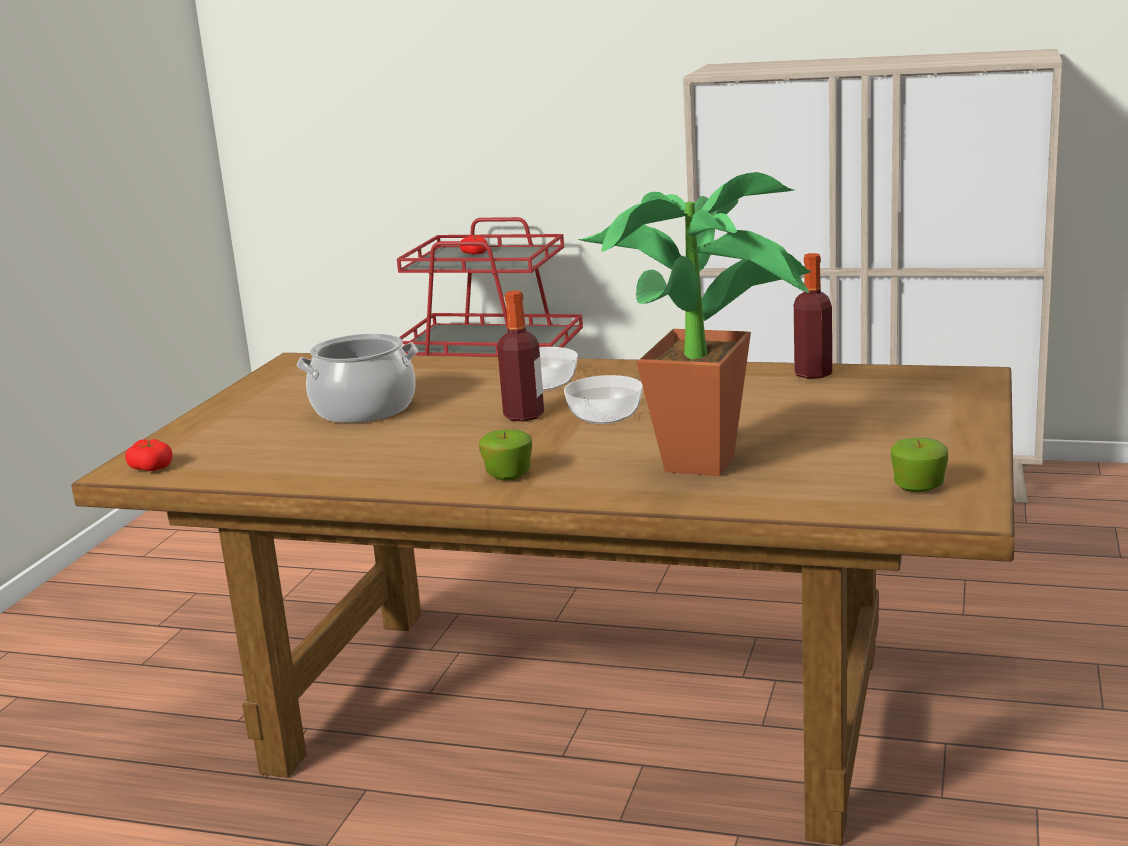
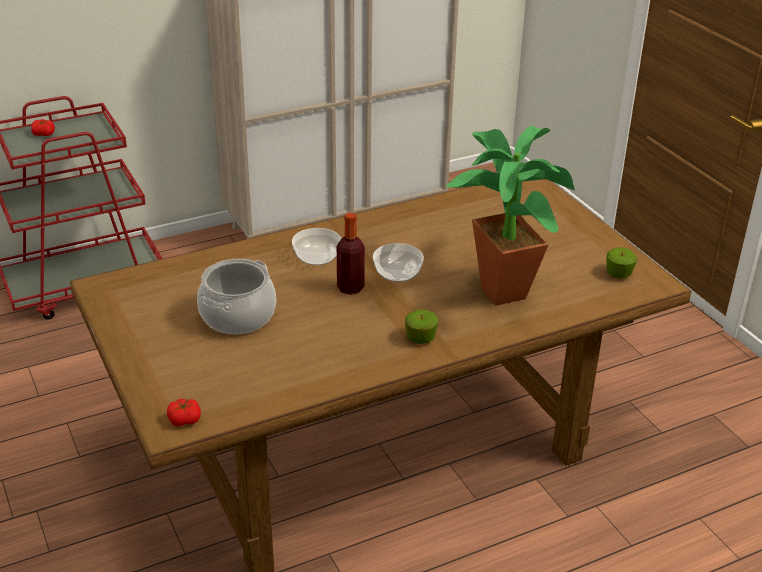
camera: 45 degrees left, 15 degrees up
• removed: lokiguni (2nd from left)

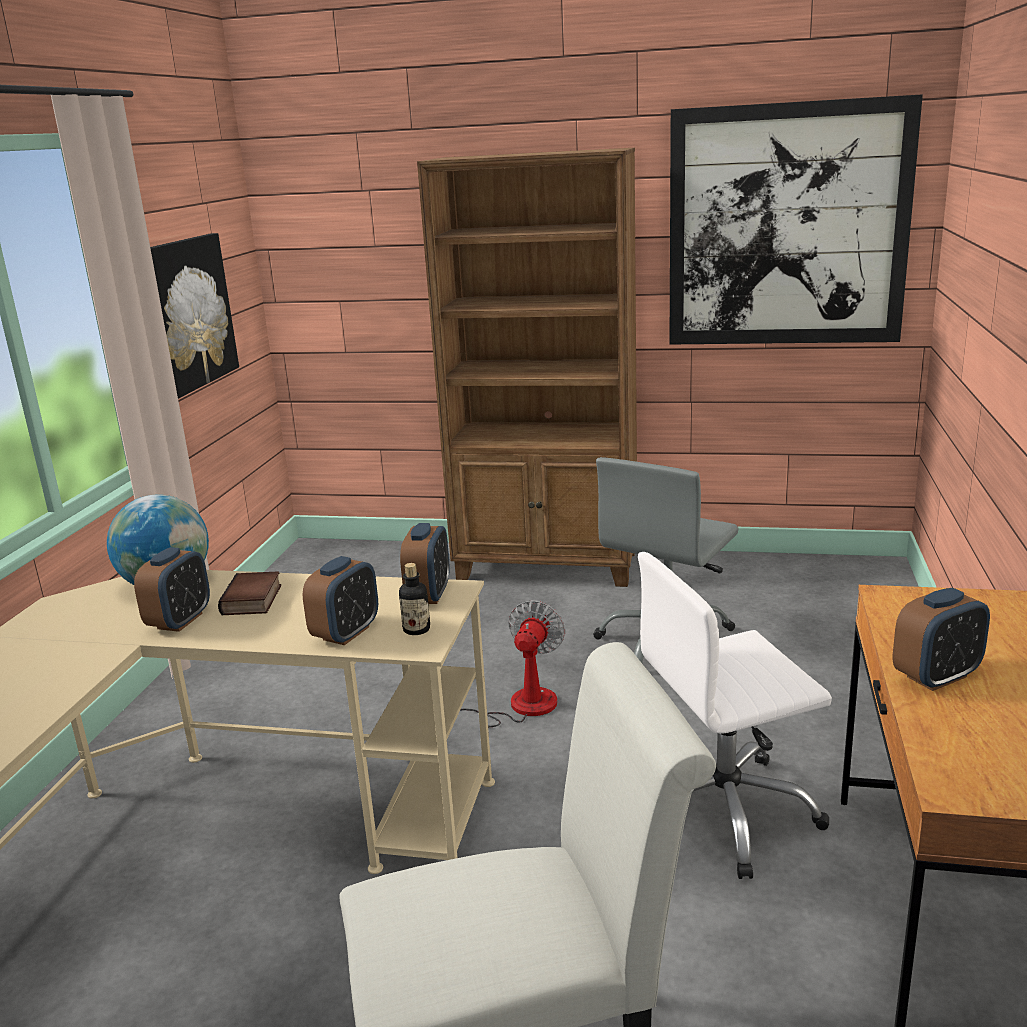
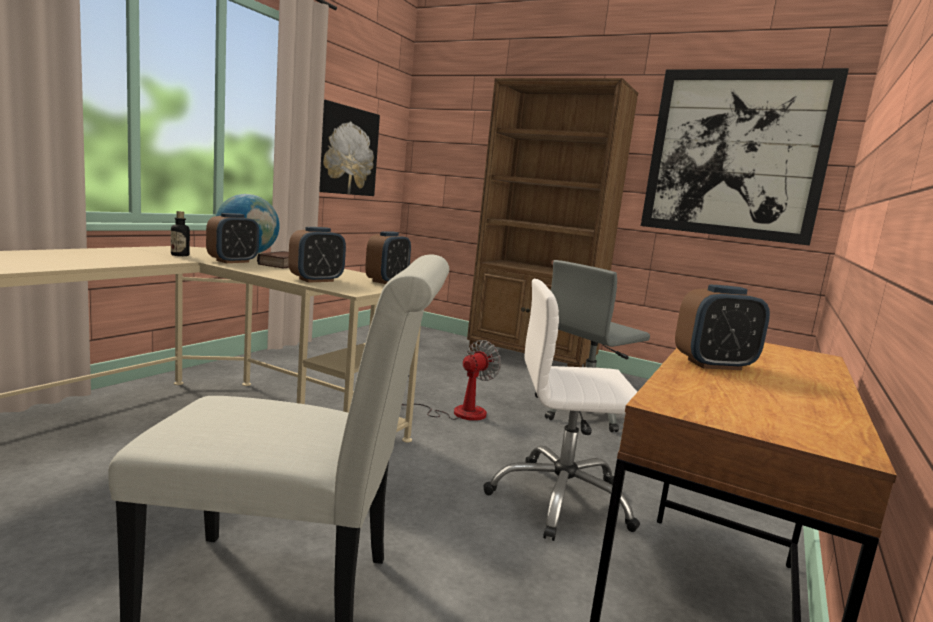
camera: 15 degrees right, 10 degrees down
• moved: lokiguni

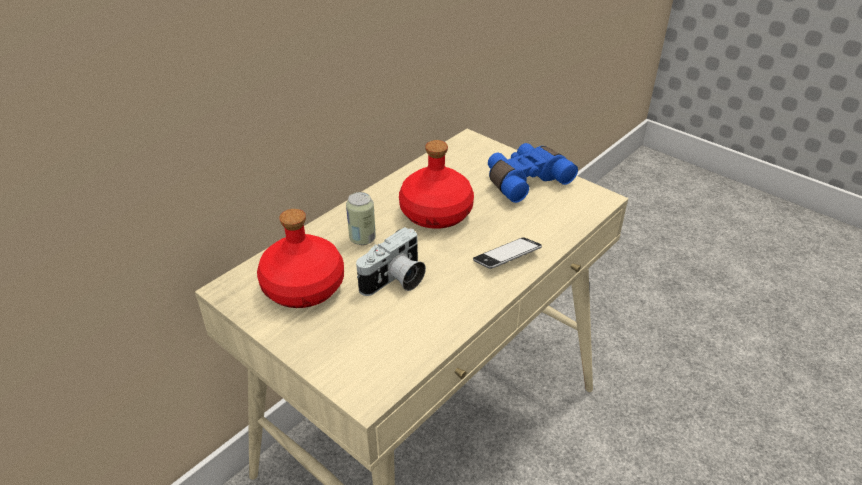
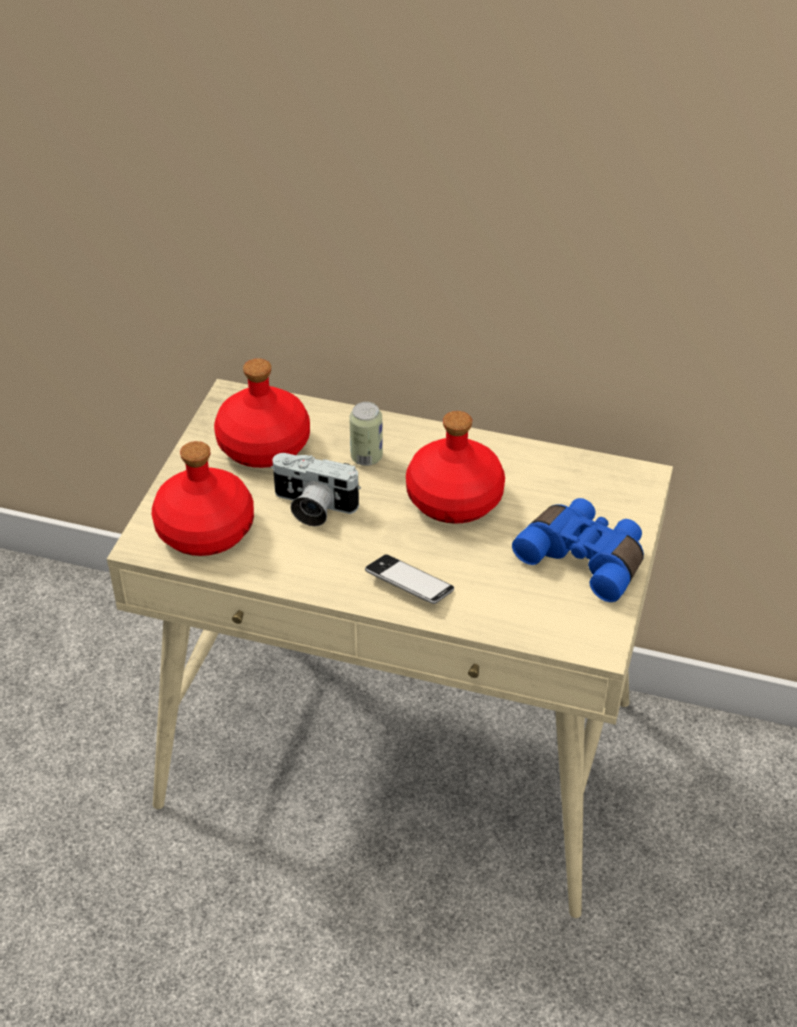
camera: 65 degrees right, 5 degrees up
• added: red_lokiguni (1st from left)

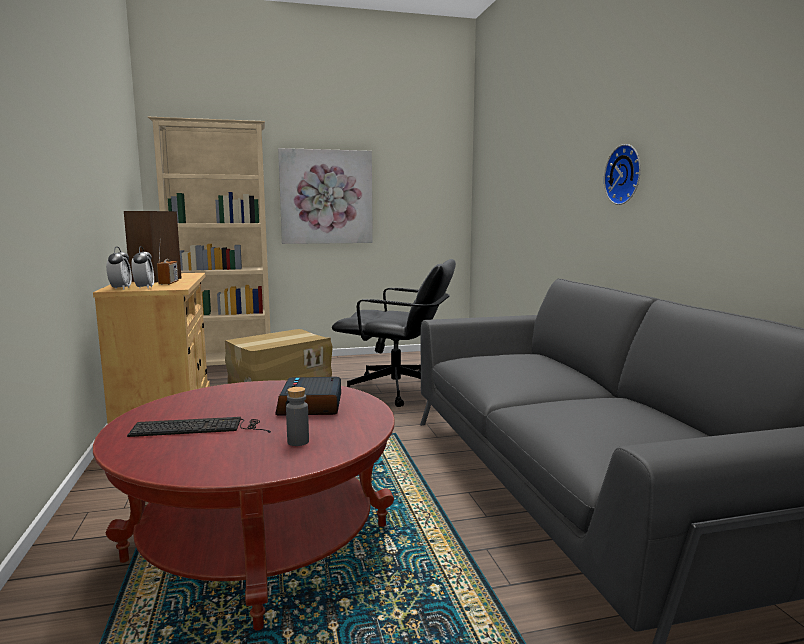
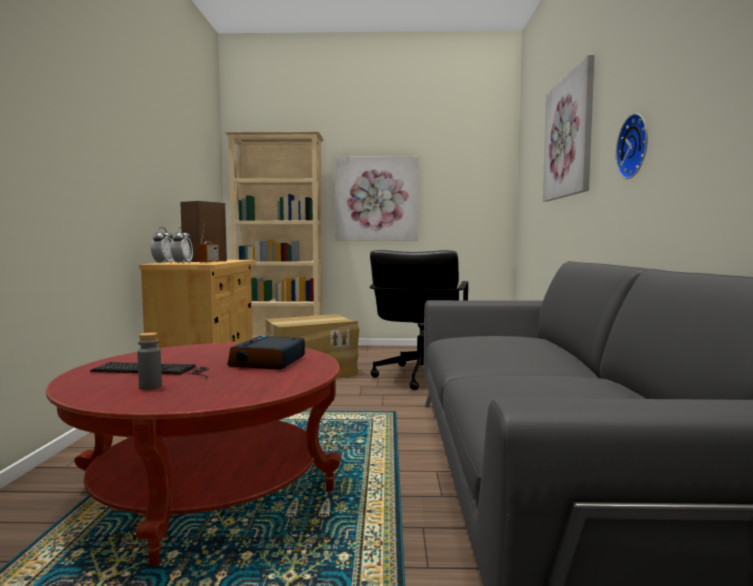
camera: 15 degrees right, 5 degrees down
• moved: grey_lokiguni
• turned: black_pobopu 75 degrees clockwise
• added: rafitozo (2nd from left)

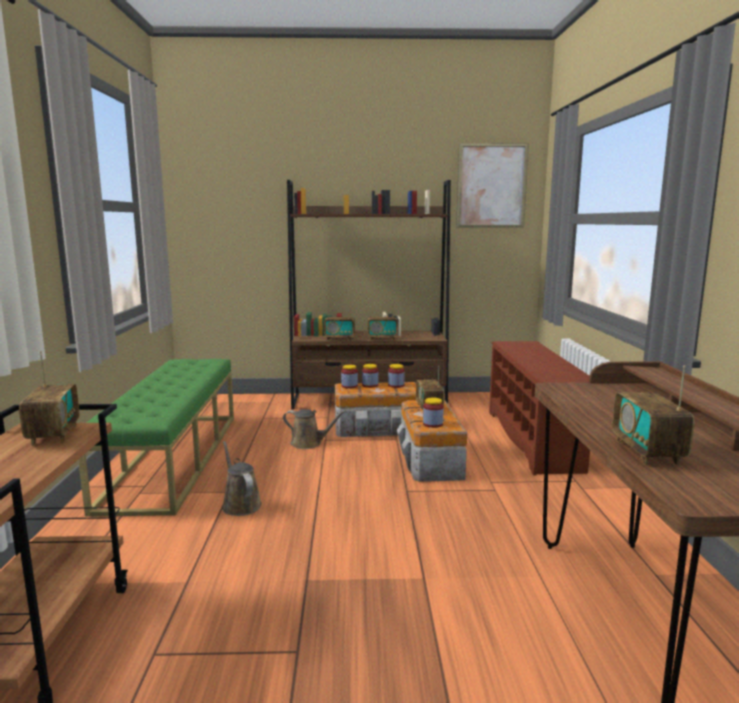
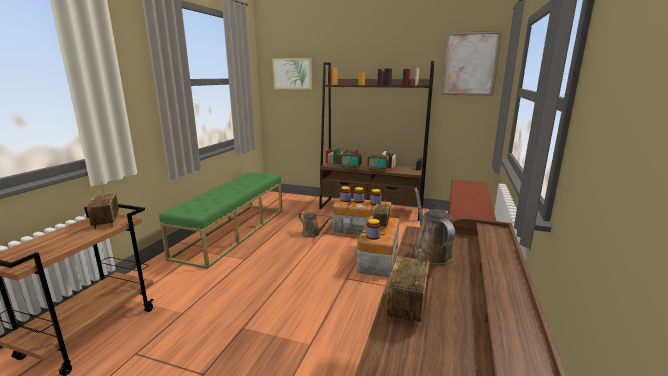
camera: 20 degrees right, 5 degrees up
• turned: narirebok (1st from left) 150 degrees clockwise
• moved: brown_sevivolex (1st from left in the first image) to brown_sevivolex (2nd from left)
• added: rafitozo (1st from left)

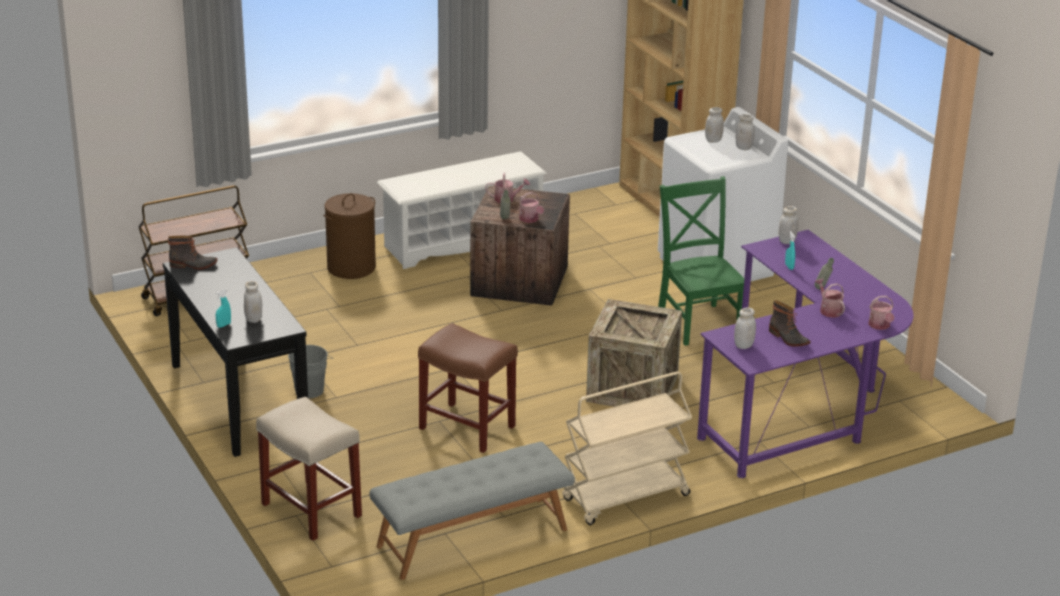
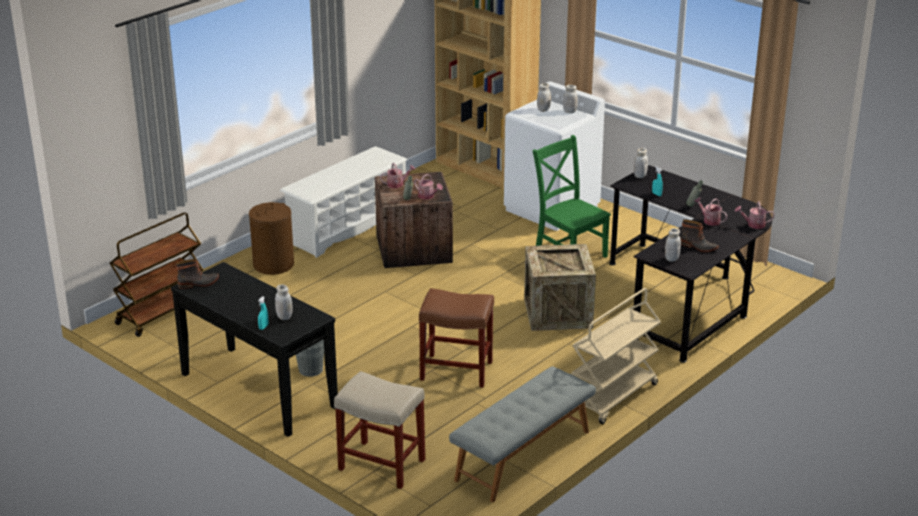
camera: 20 degrees left, 0 degrees up
• recoloured: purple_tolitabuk to black_tolitabuk
• turned: sevivolex (4th from left) 120 degrees clockwise

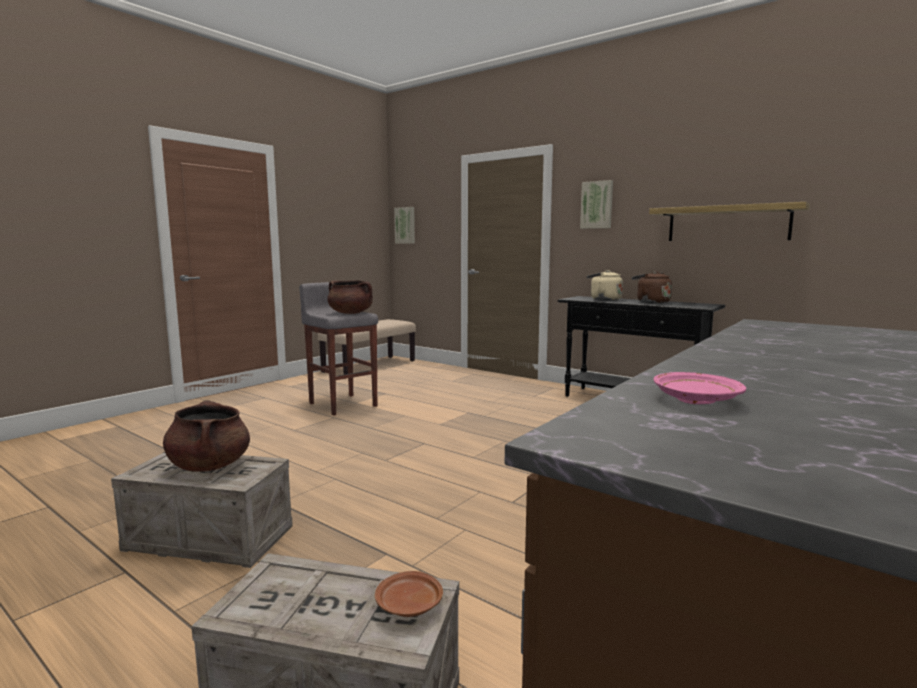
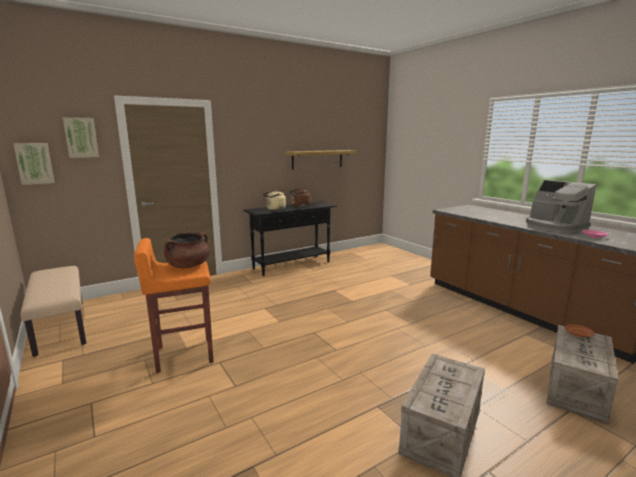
camera: 70 degrees left, 5 degrees up
• removed: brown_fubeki (1st from left)
• recoloured: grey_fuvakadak to orange_fuvakadak
• moved: rafitozo (2nd from left)
• added: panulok

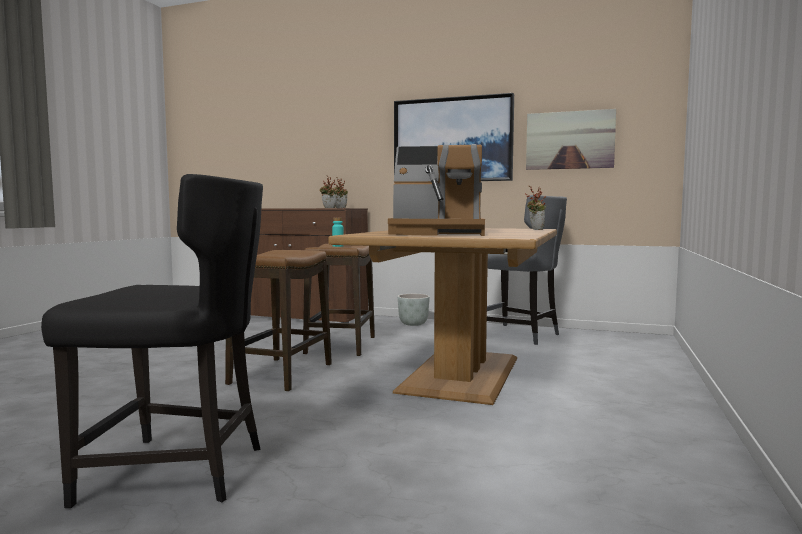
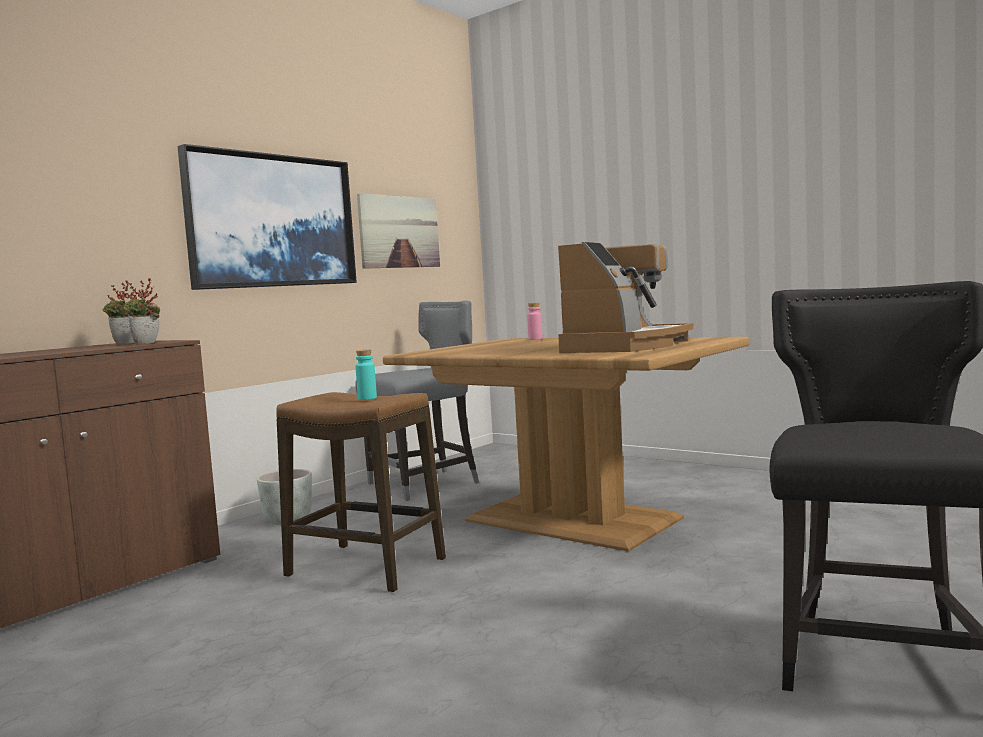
camera: 70 degrees left, 0 degrees up
• removed: fuvakadak (1st from left)
• replaced: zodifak (3rd from left) to pink_lokiguni

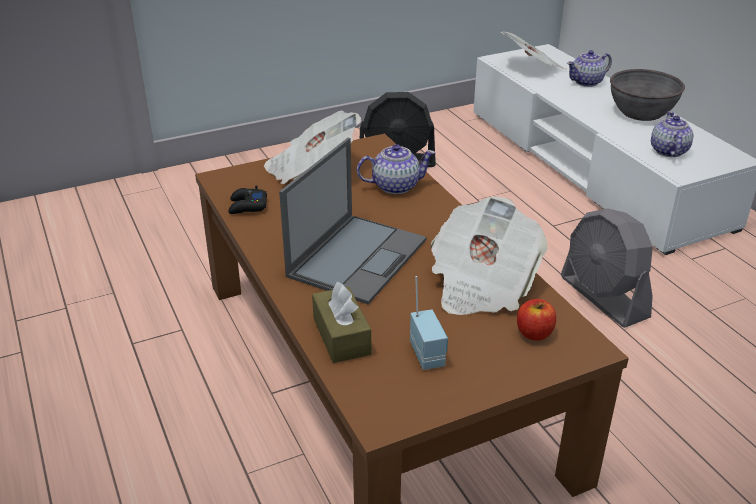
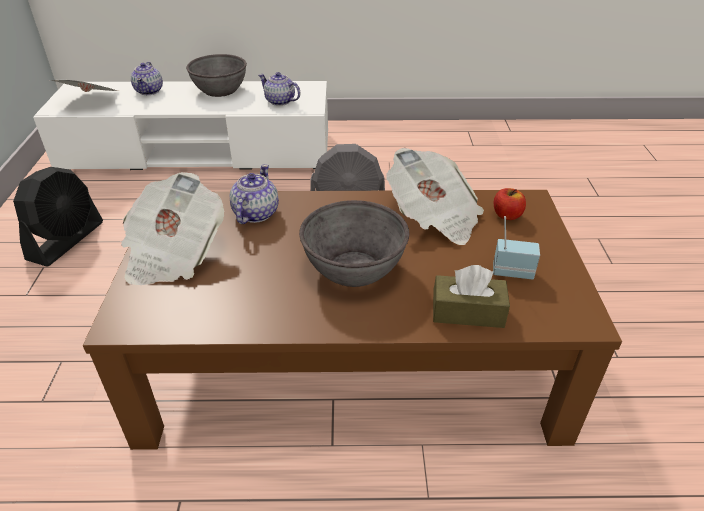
camera: 65 degrees left, 5 degrees up
• removed: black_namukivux
• replaced: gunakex to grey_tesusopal (2nd from left)

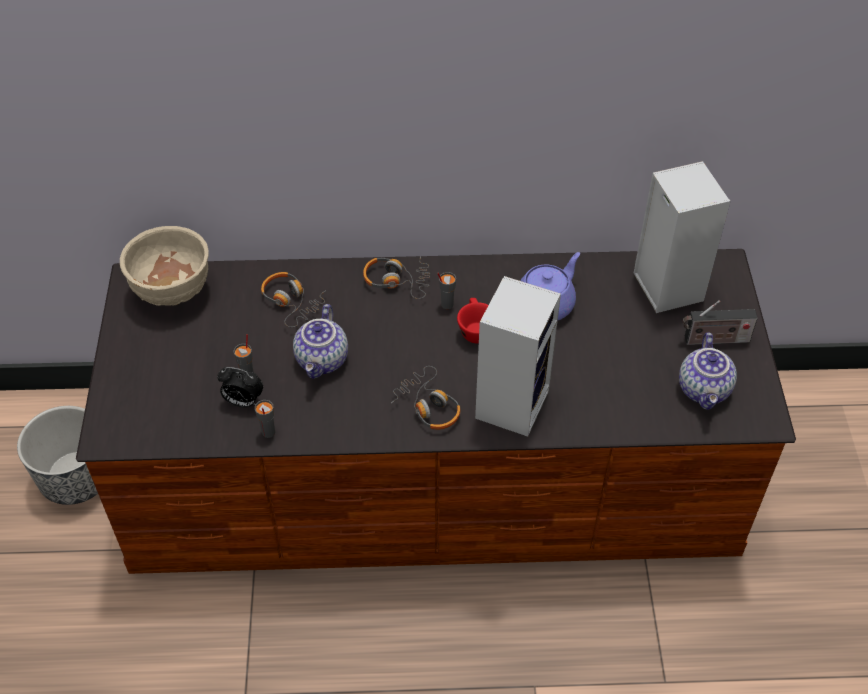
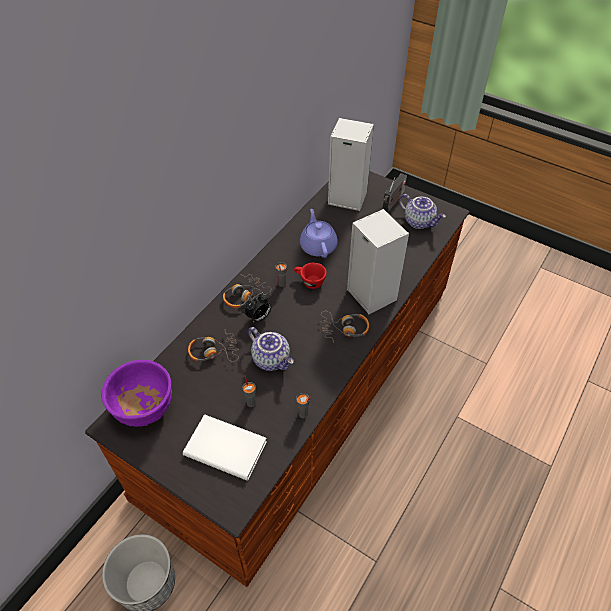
camera: 55 degrees left, 0 degrees up
• recoloured: beige_tesusopal to purple_tesusopal
• moved: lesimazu
• added: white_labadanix

